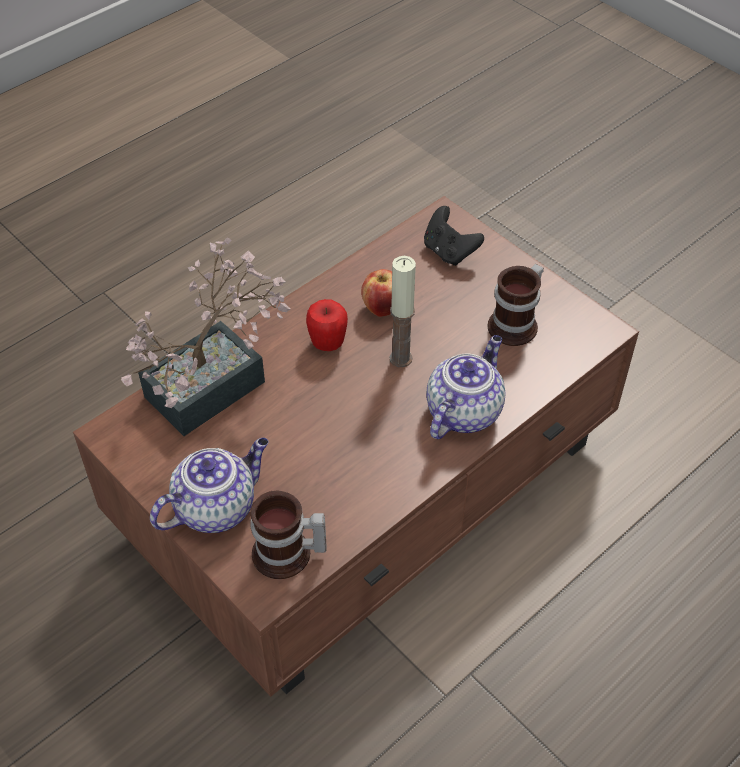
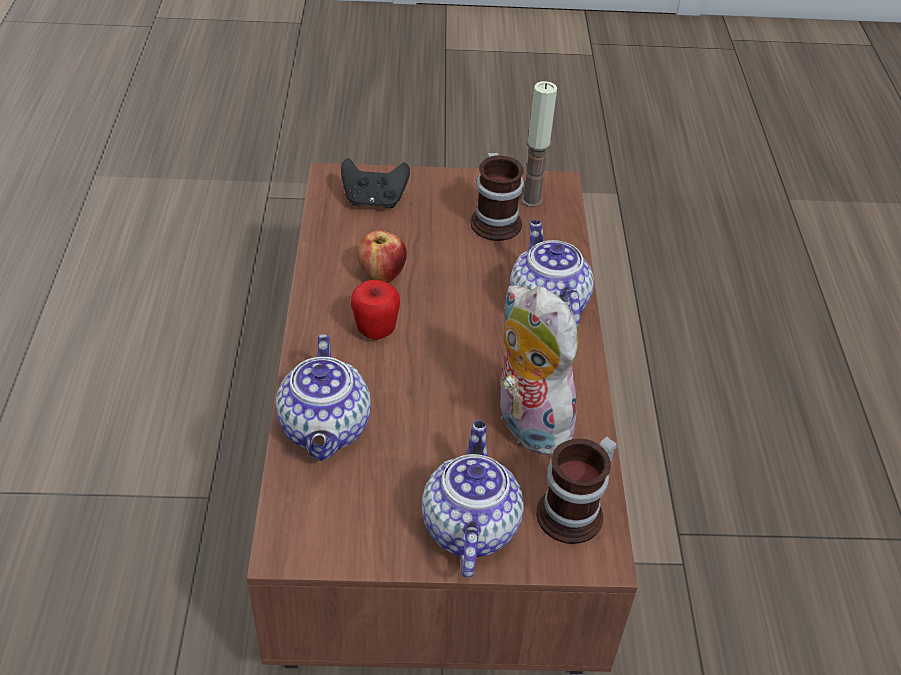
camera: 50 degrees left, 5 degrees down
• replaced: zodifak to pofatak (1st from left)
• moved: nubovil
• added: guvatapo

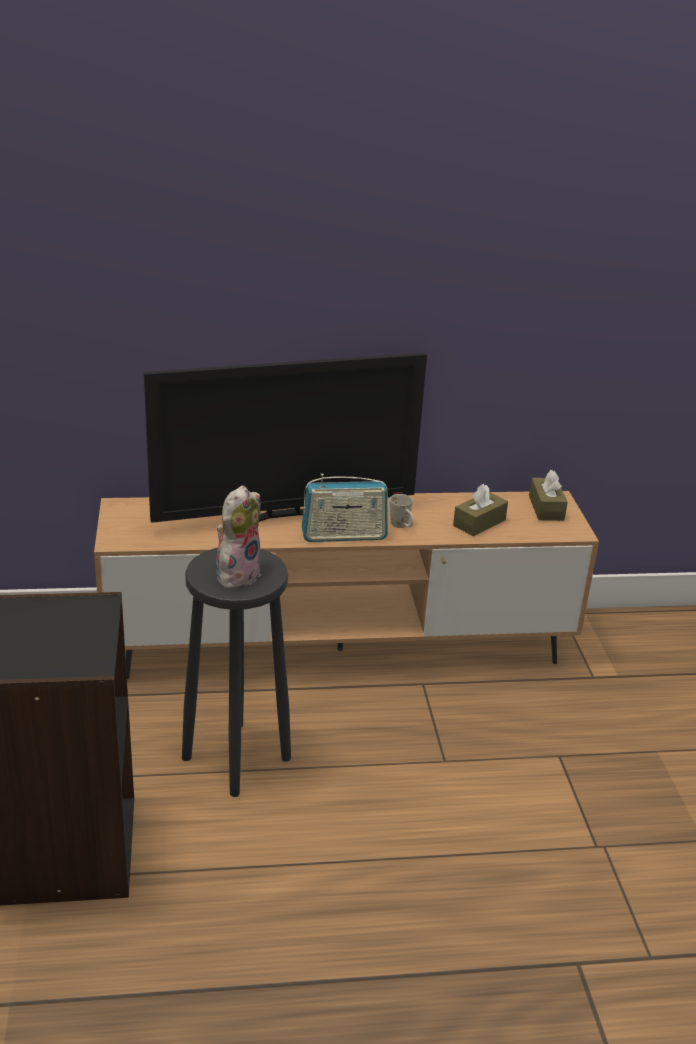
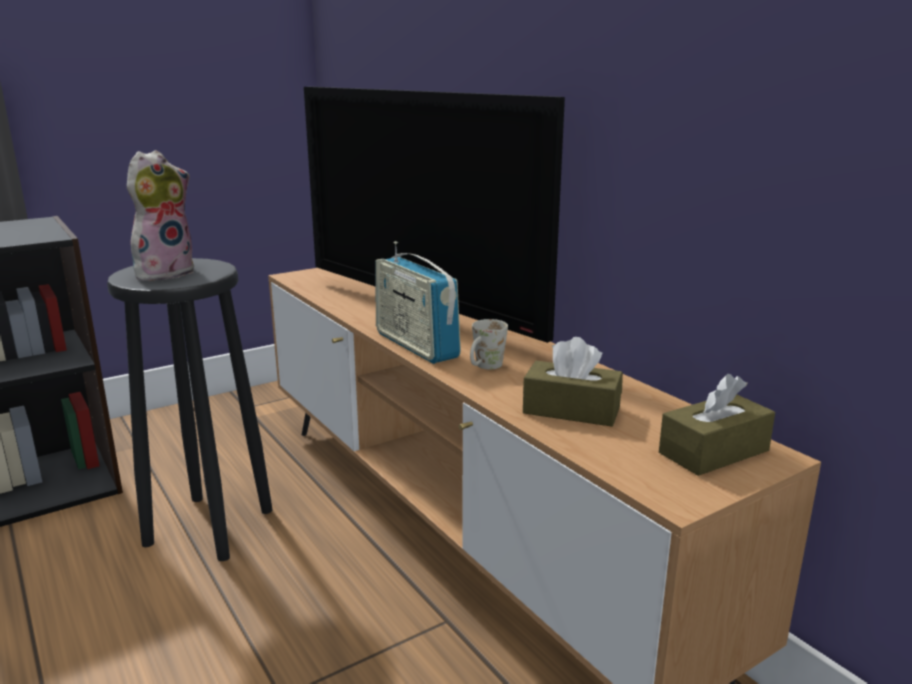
camera: 65 degrees right, 10 degrees down
• turned: guvatapo 60 degrees counterclockwise

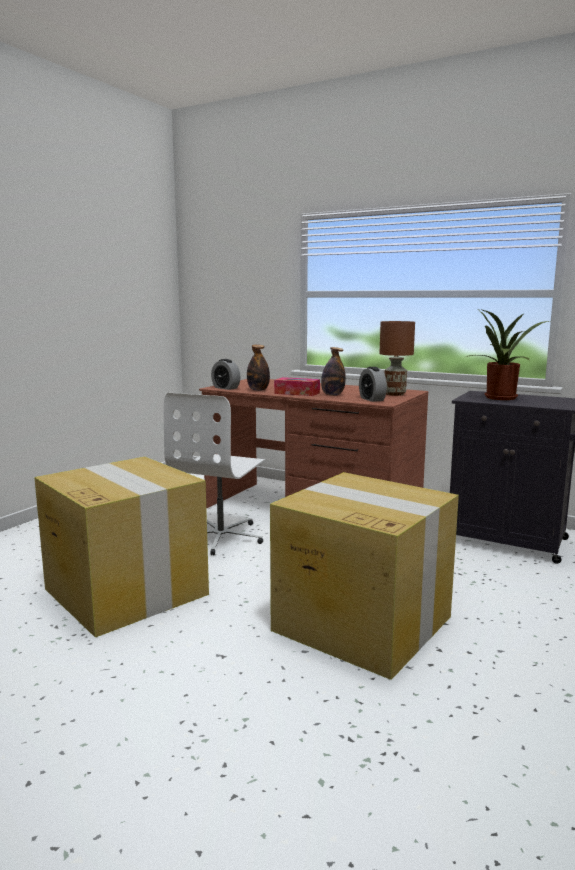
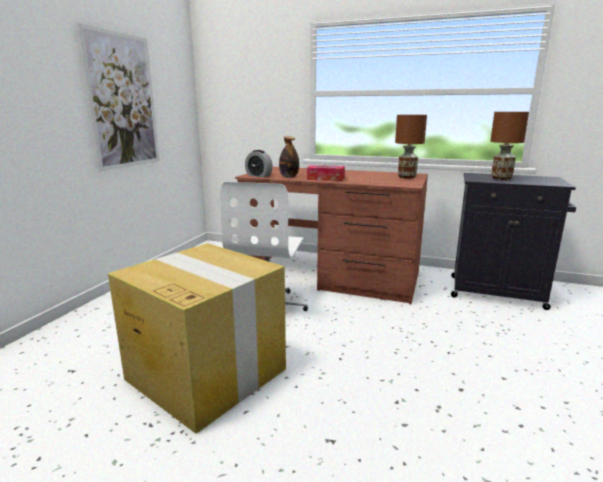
camera: 10 degrees left, 5 degrees up
• removed: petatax (2nd from left)
• removed: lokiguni (2nd from left)
• removed: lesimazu (2nd from left)
• replaced: zodifak to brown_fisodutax (2nd from left)
• added: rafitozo

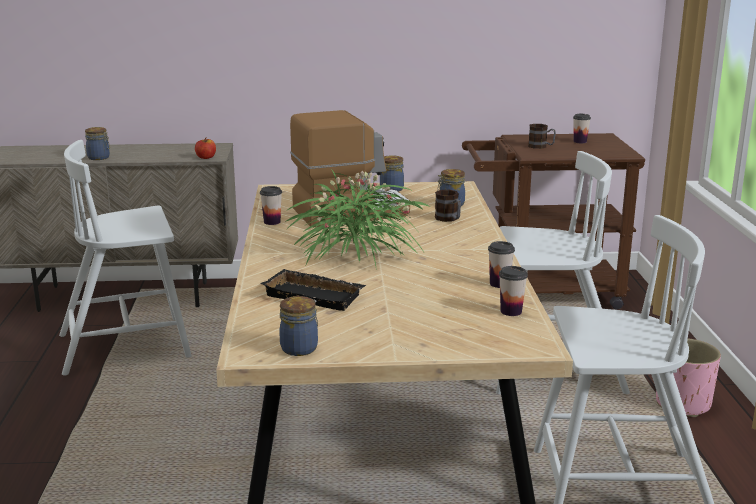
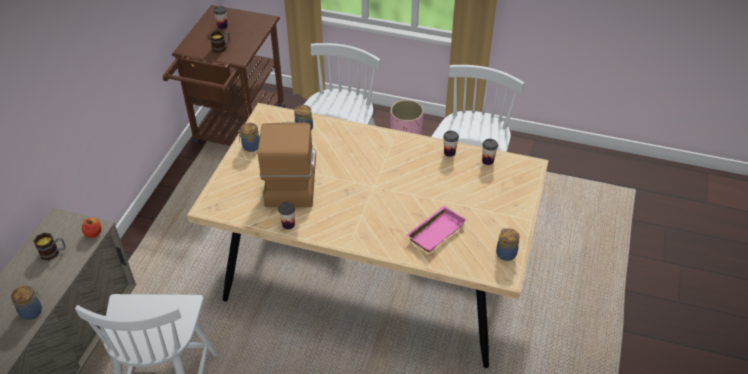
camera: 70 degrees left, 25 degrees up
• recoloured: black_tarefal to pink_tarefal
• removed: zodifak
• moved: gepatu (1st from left)

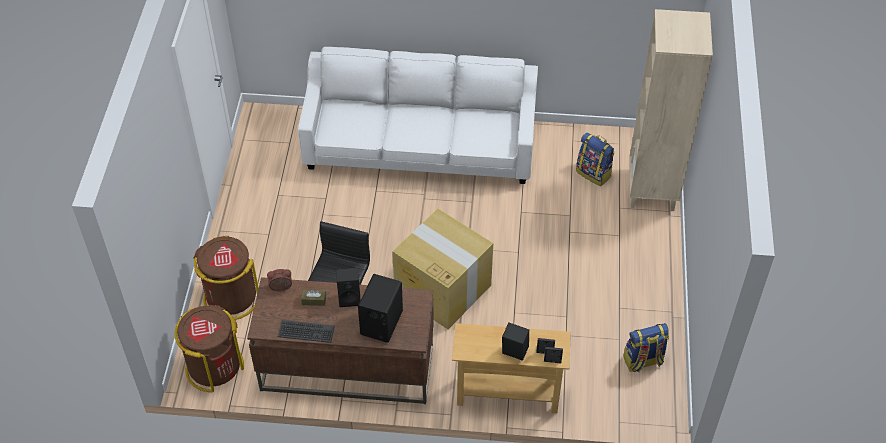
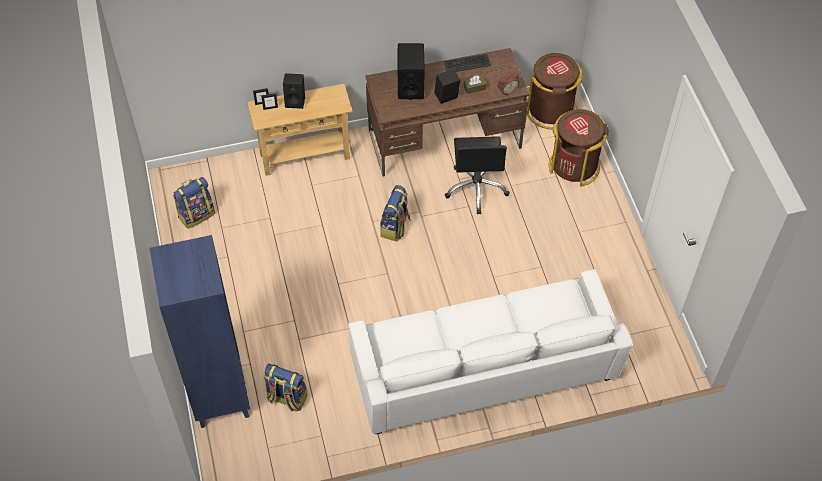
camera: 160 degrees right, 5 degrees up
• replaced: petatax to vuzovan (3rd from left)
• recoloured: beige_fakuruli to blue_fakuruli

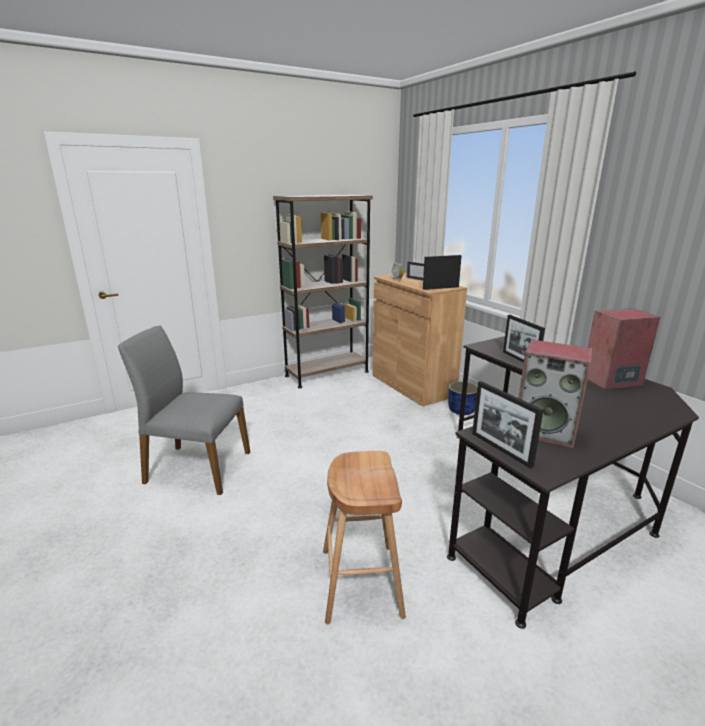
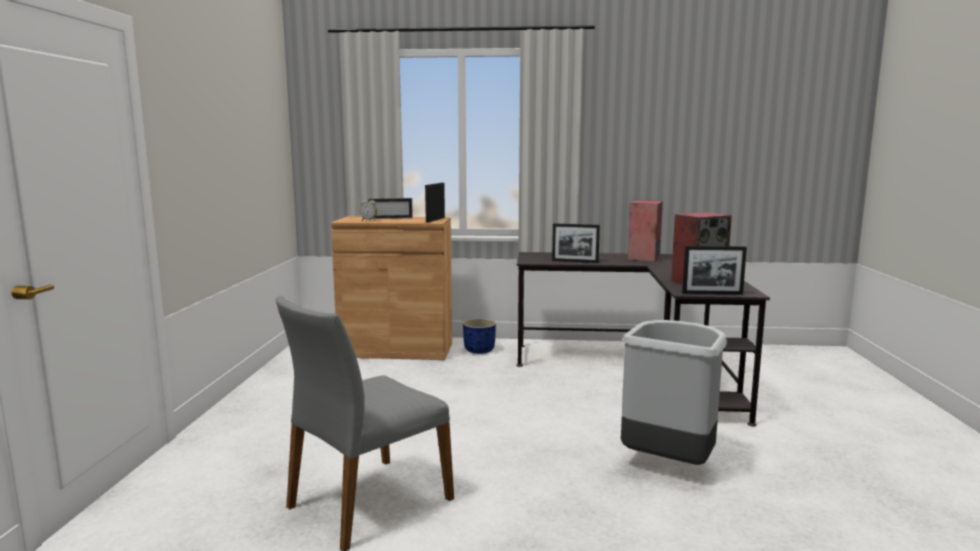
camera: 55 degrees left, 10 degrees down
• removed: brown_fakuruli
• replaced: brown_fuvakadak to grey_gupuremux

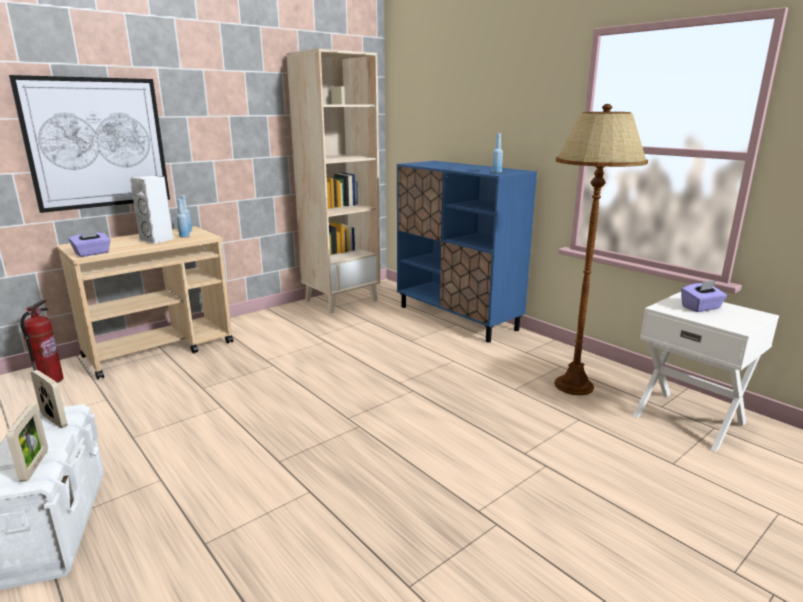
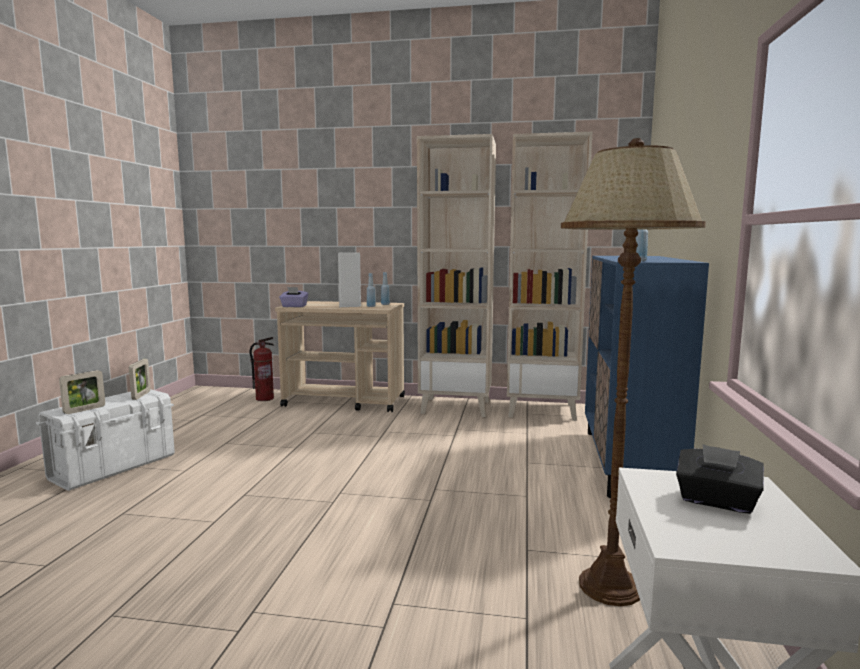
camera: 50 degrees right, 10 degrees down
• removed: rafitozo
• recoloured: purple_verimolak (2nd from left) to black_verimolak
• added: beige_fakuruli (1st from left)

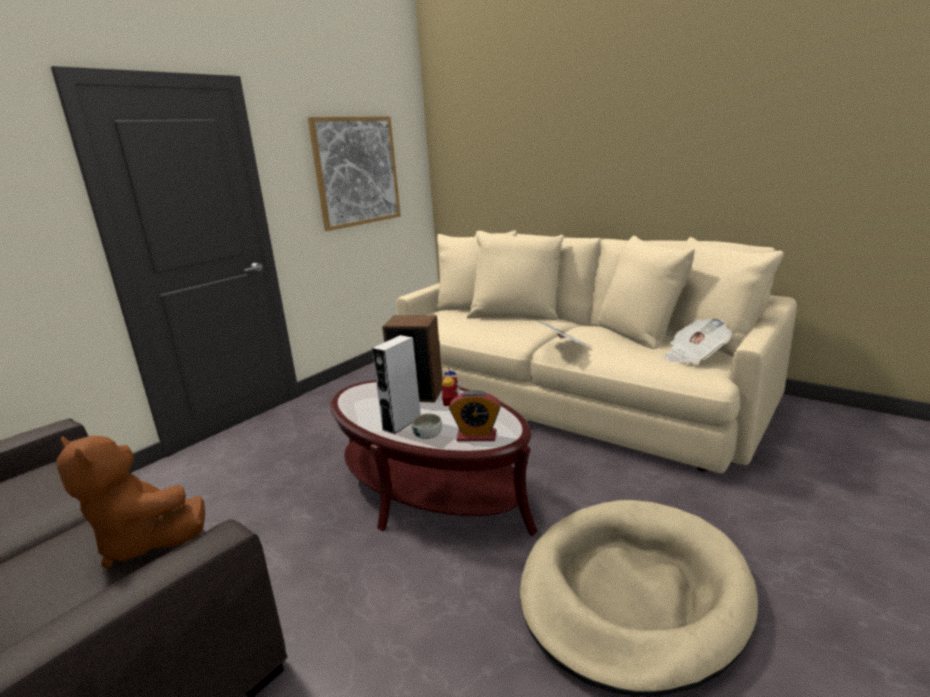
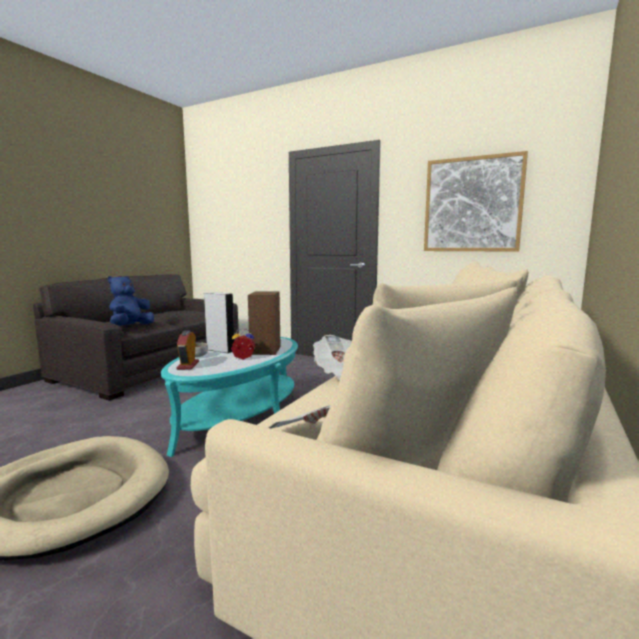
camera: 80 degrees right, 10 degrees down
• recoloured: brown_guvatapo to blue_guvatapo
• recoloured: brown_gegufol to turquoise_gegufol

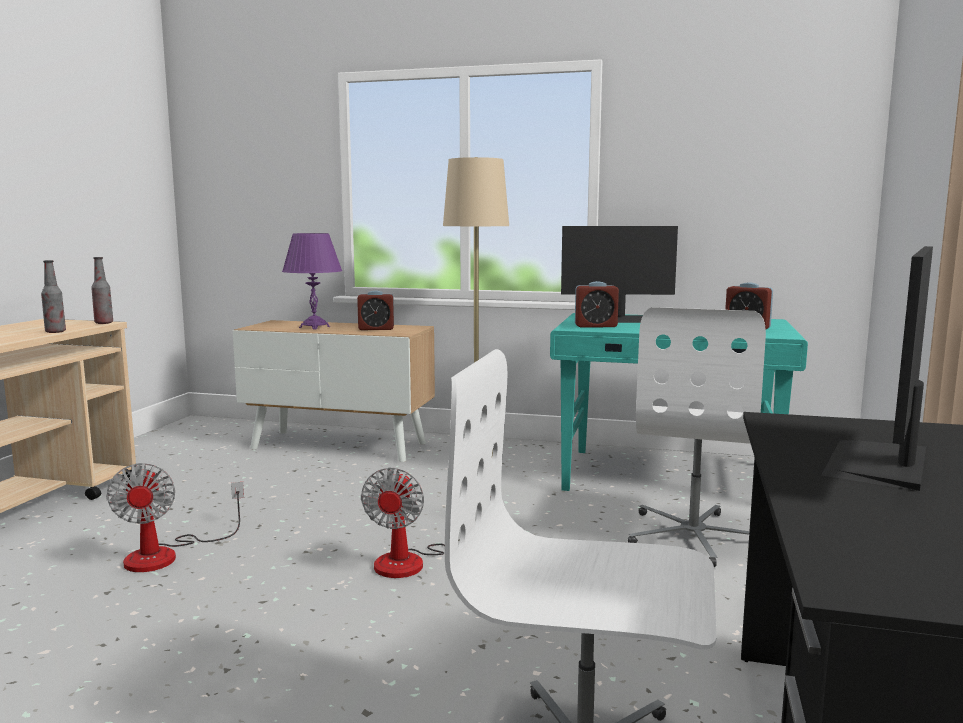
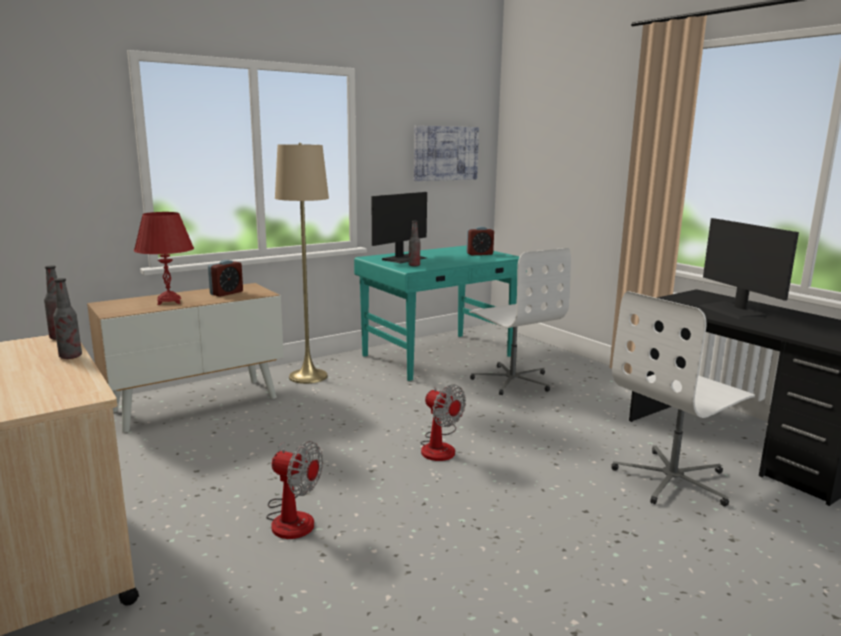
camera: 50 degrees left, 5 degrees up
• recoloured: purple_fisodutax to red_fisodutax
• replaced: lesimazu (2nd from left) to lokiguni (3rd from left)
• added: rafitozo

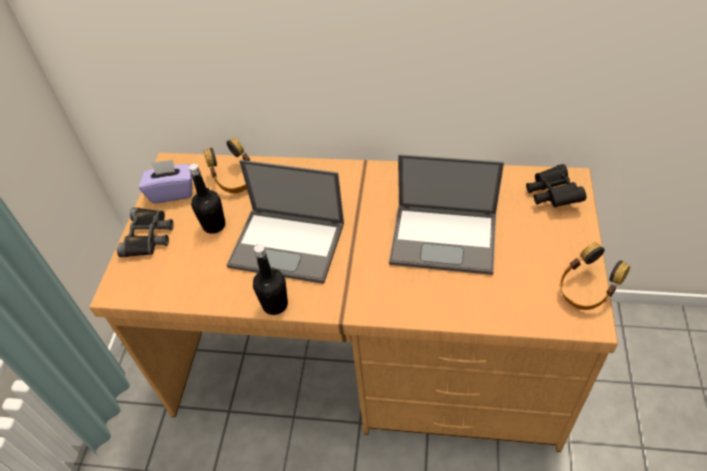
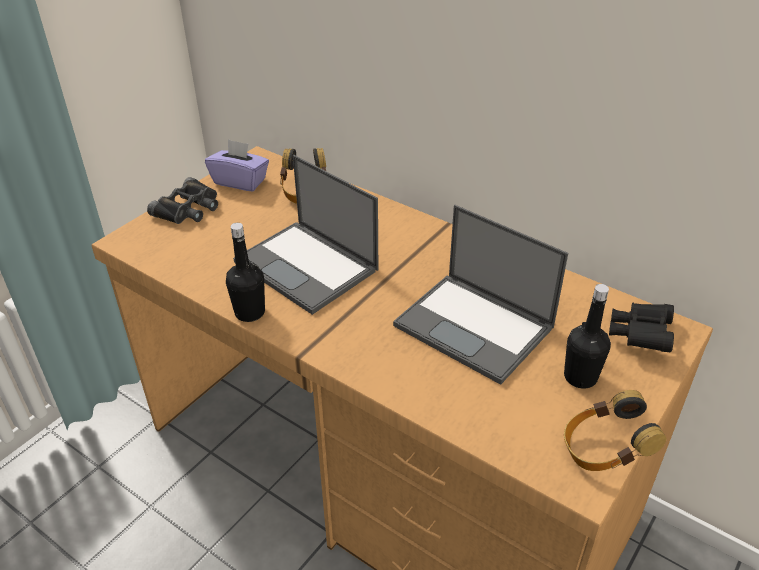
camera: 25 degrees right, 10 degrees down
• moved: black_lokiguni (1st from left in the first image) to black_lokiguni (2nd from left)

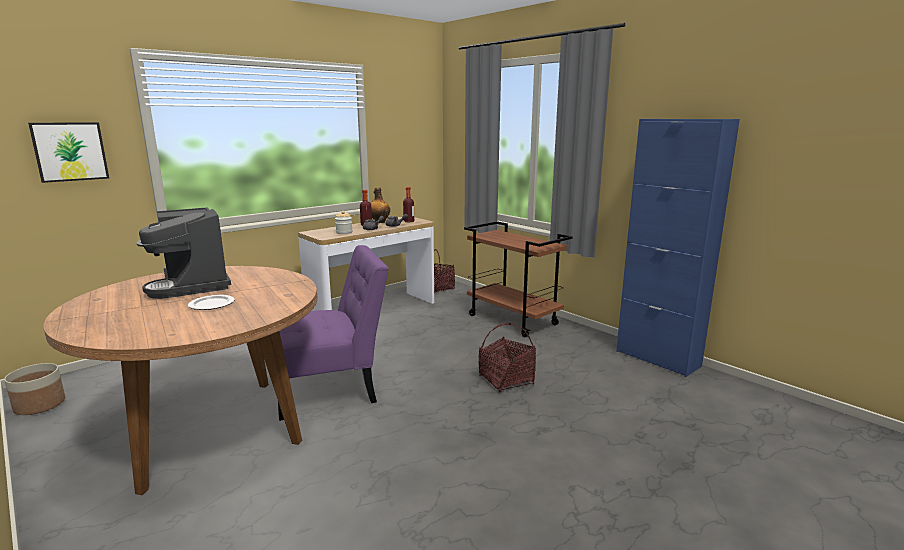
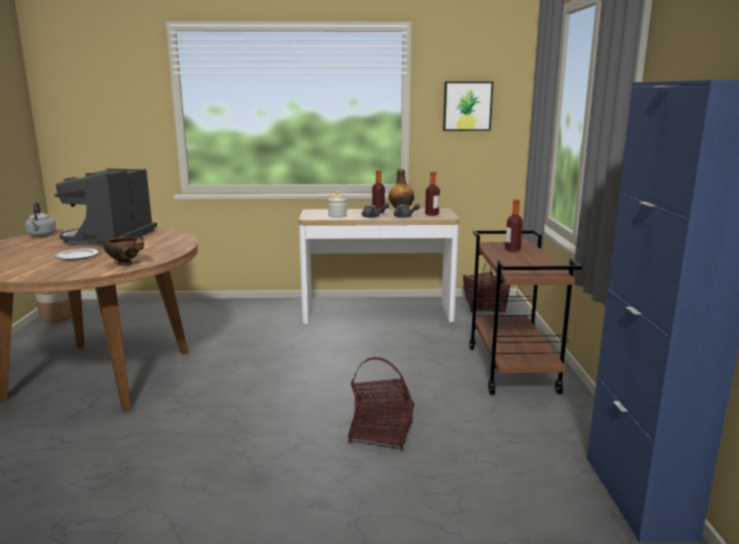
camera: 40 degrees right, 0 degrees up
• moved: rafitozo
• removed: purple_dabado
• added: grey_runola
• added: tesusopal
• added: lokiguni (4th from left)

